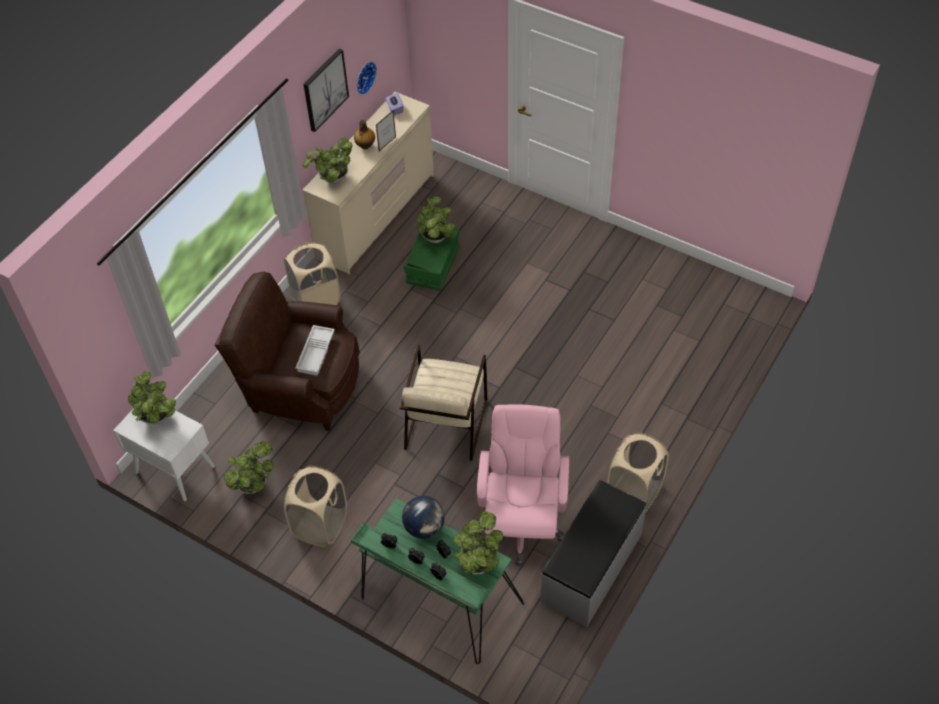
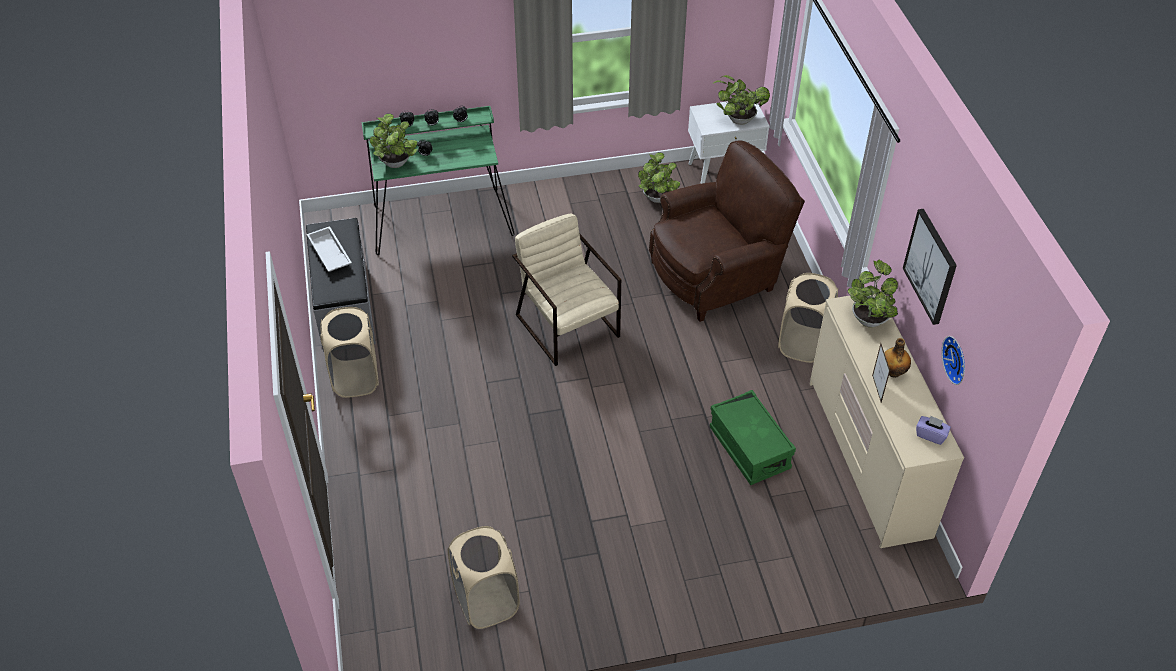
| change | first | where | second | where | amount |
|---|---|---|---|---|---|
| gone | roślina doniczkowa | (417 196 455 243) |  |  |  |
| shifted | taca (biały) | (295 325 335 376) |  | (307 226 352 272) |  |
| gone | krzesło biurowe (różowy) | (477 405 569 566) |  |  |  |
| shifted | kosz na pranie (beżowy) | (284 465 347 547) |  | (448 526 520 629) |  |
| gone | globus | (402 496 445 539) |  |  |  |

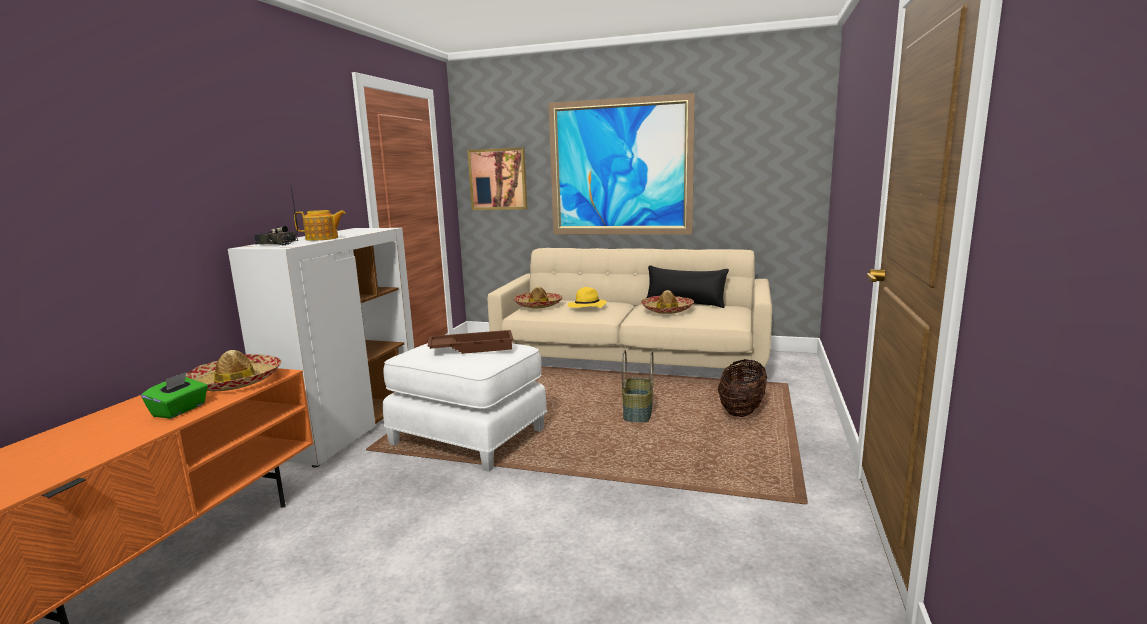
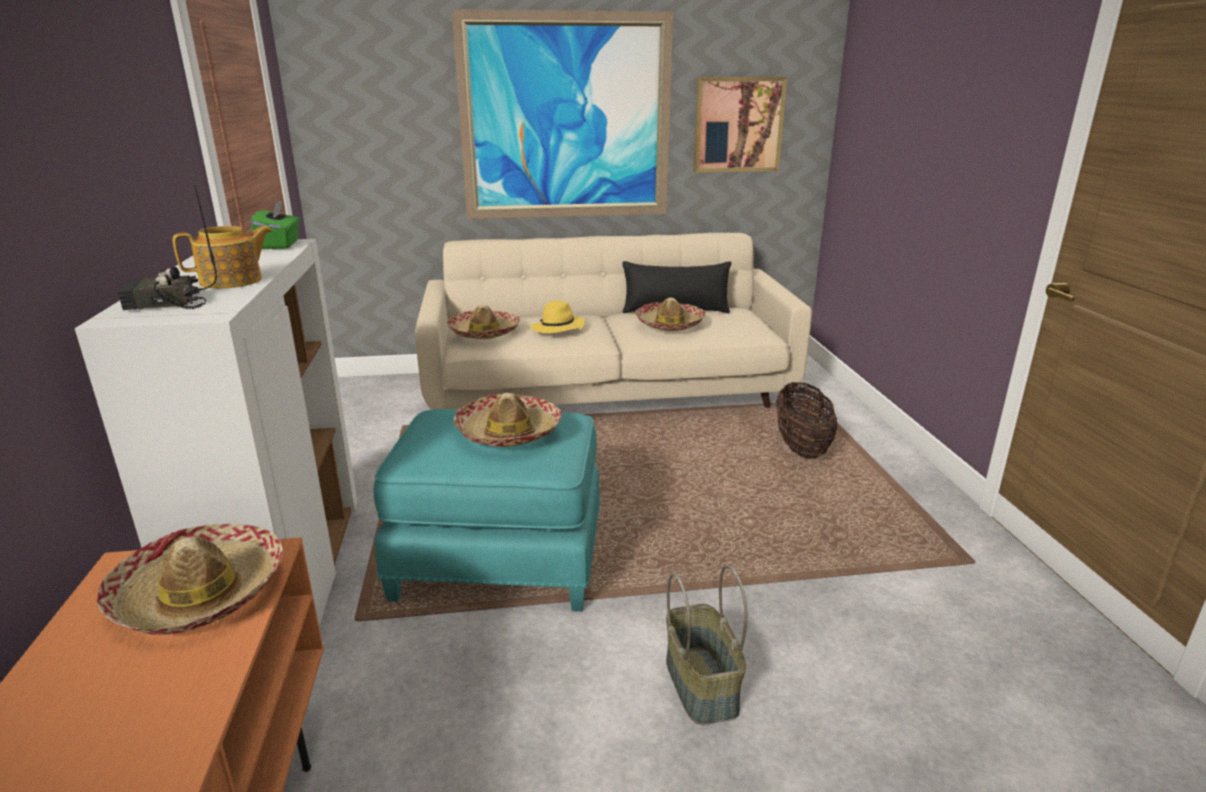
| change | first | where | second | where | amount |
|---|---|---|---|---|---|
| shifted | obraz | (468 148 527 210) |  | (693 77 787 173) |  |
| swapped | taca (brązowy) | (428 330 514 354) | kapelusz | (453 393 562 447) |  |
| repainted | pufa (biały) | (383 343 547 472) | pufa (turkusowy) | (373 409 601 612) |  |
| shifted | koszyk | (622 350 654 423) |  | (666 565 747 725) |  |
| shifted | pudełko chusteczek (zielony) | (141 372 208 419) |  | (251 200 300 249) |  |

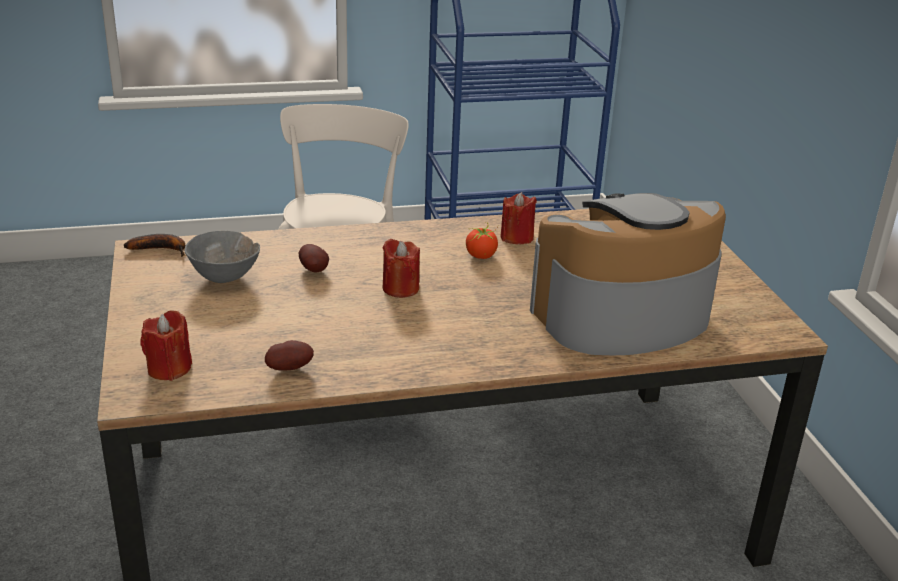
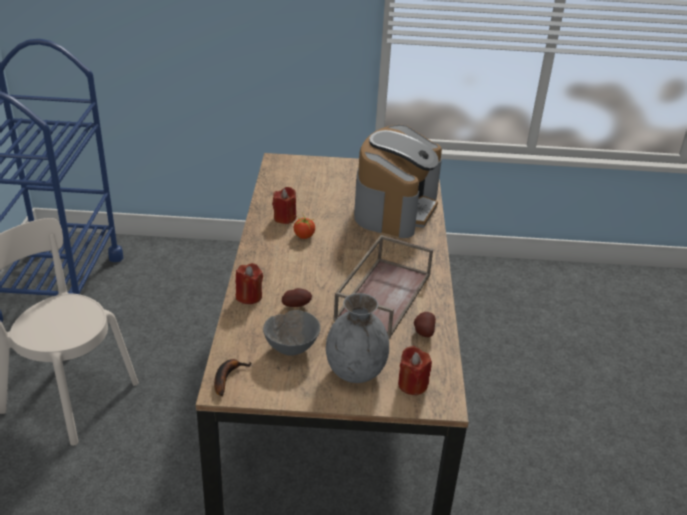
| change | first | where | second | where | amount |
|---|---|---|---|---|---|
| rotated | ekspres do kawy | (530 193 726 355) |  | (354 125 442 238) | 150 degrees counterclockwise |
| shifted | świeca (czerwony) | (383 239 420 298) |  | (236 263 263 304) |  |
| new |  |  | taca (brązowy) | (333 235 433 338) |  |
| new |  |  | wazon (szary) | (326 293 389 383) |  |

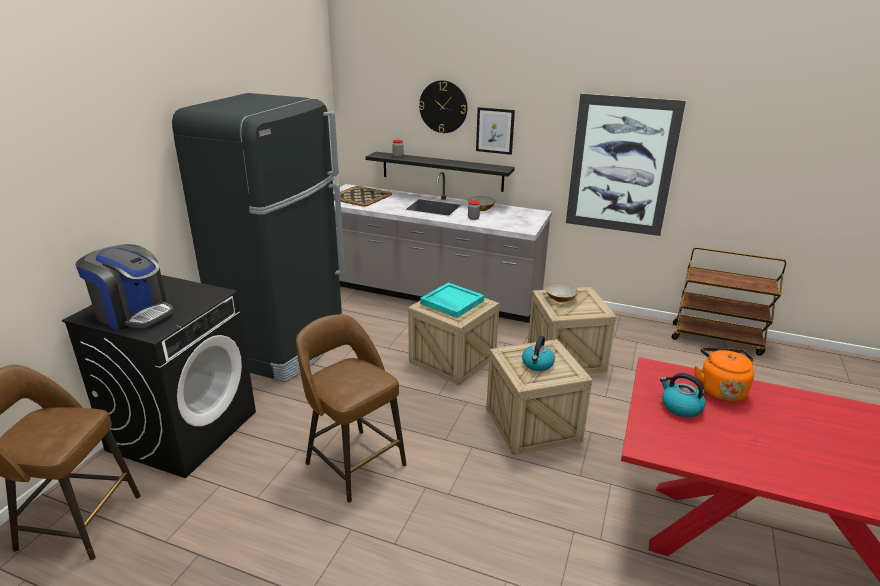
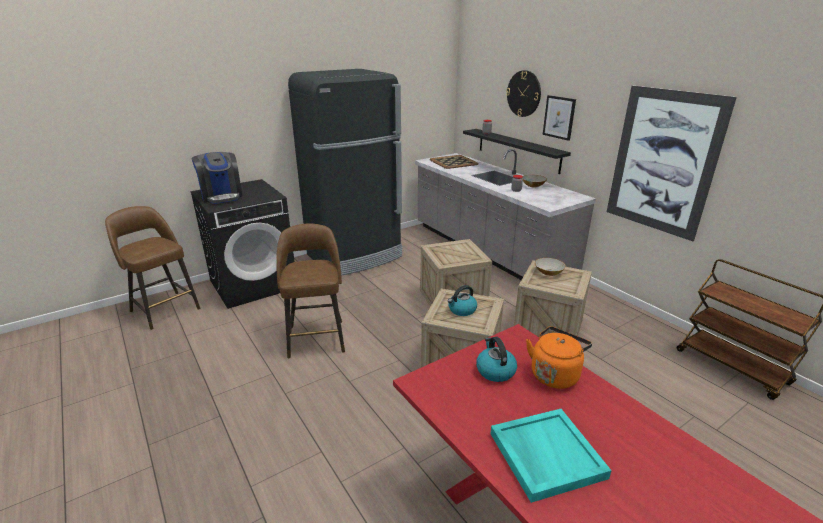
| change | first | where | second | where | amount |
|---|---|---|---|---|---|
| shifted | taca (turkusowy) | (420 283 484 318) |  | (490 409 612 503) |  |

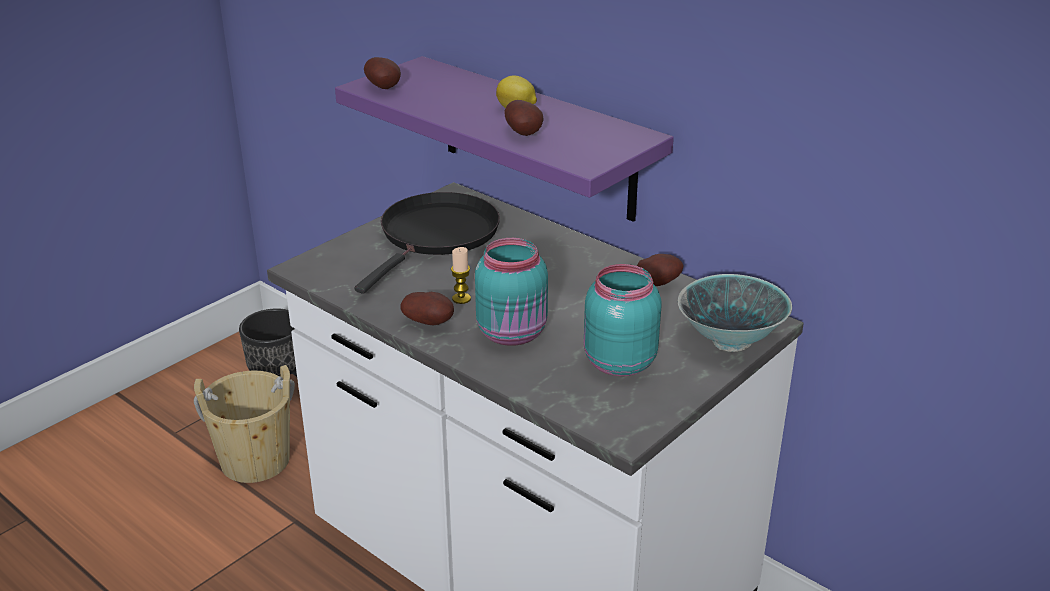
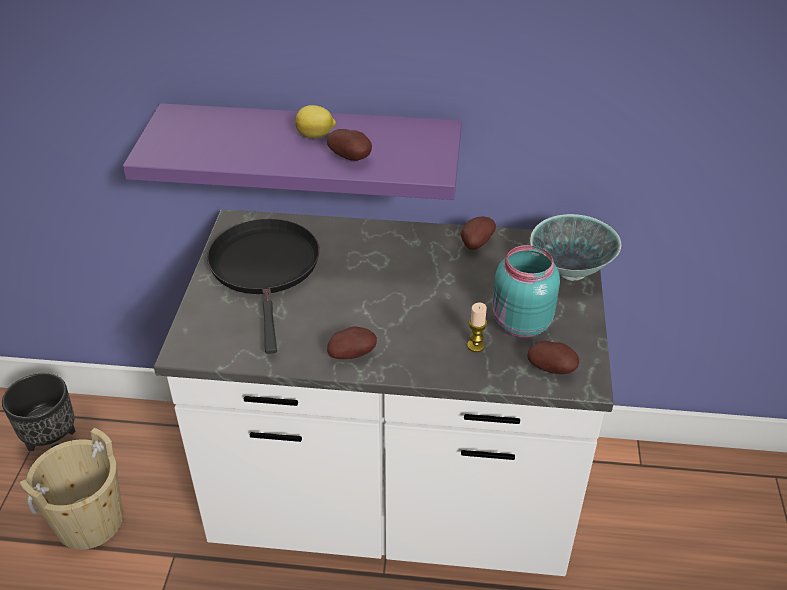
| change | first | where | second | where | amount |
|---|---|---|---|---|---|
| shifted | ziemniak | (364 57 401 89) |  | (527 341 579 374) |  |
| gone | słoik (turkusowy) | (475 238 548 346) |  |  |  |
| shifted | świeca | (451 247 471 304) |  | (467 303 487 352) |  |

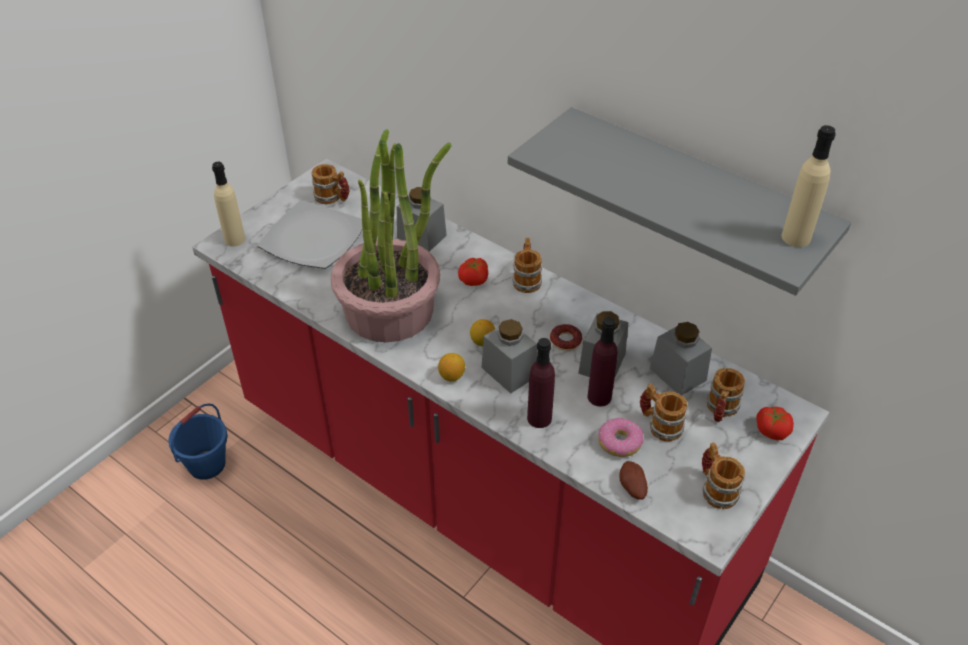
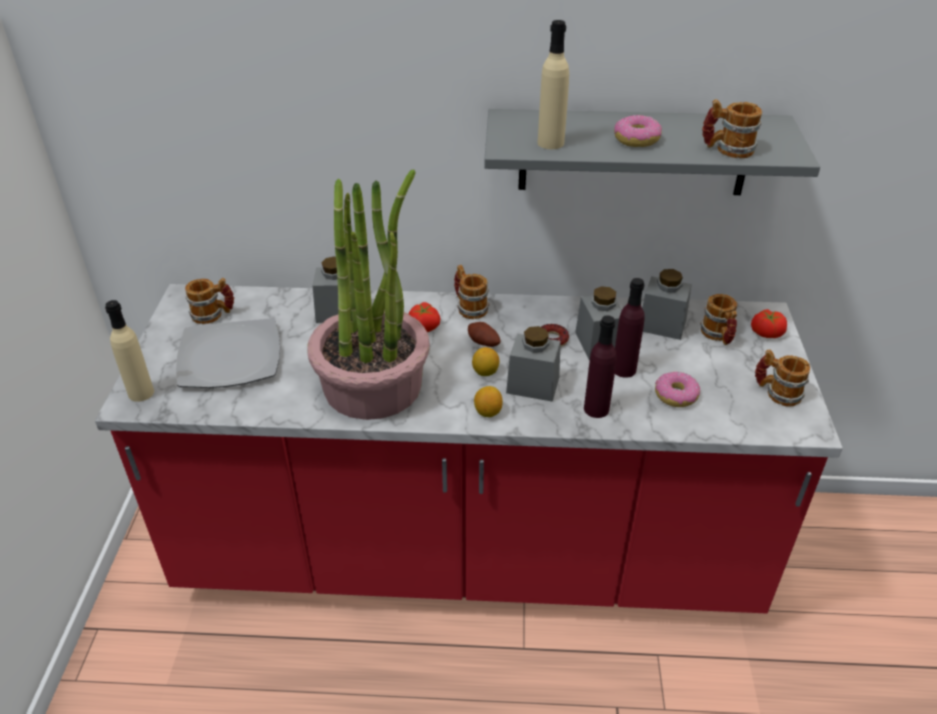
| change | first | where | second | where | amount |
|---|---|---|---|---|---|
| shifted | butelka (beżowy) | (782 125 836 247) |  | (537 20 569 149) |  |
| shifted | kubek | (640 383 688 442) |  | (702 99 762 158) |  |
| gone | wiadro (niebieski) | (168 404 228 480) |  |  |  |
| shifted | ziemniak | (620 461 648 500) |  | (468 322 500 347) |  |
| new |  |  | donut | (614 115 662 147) |  |

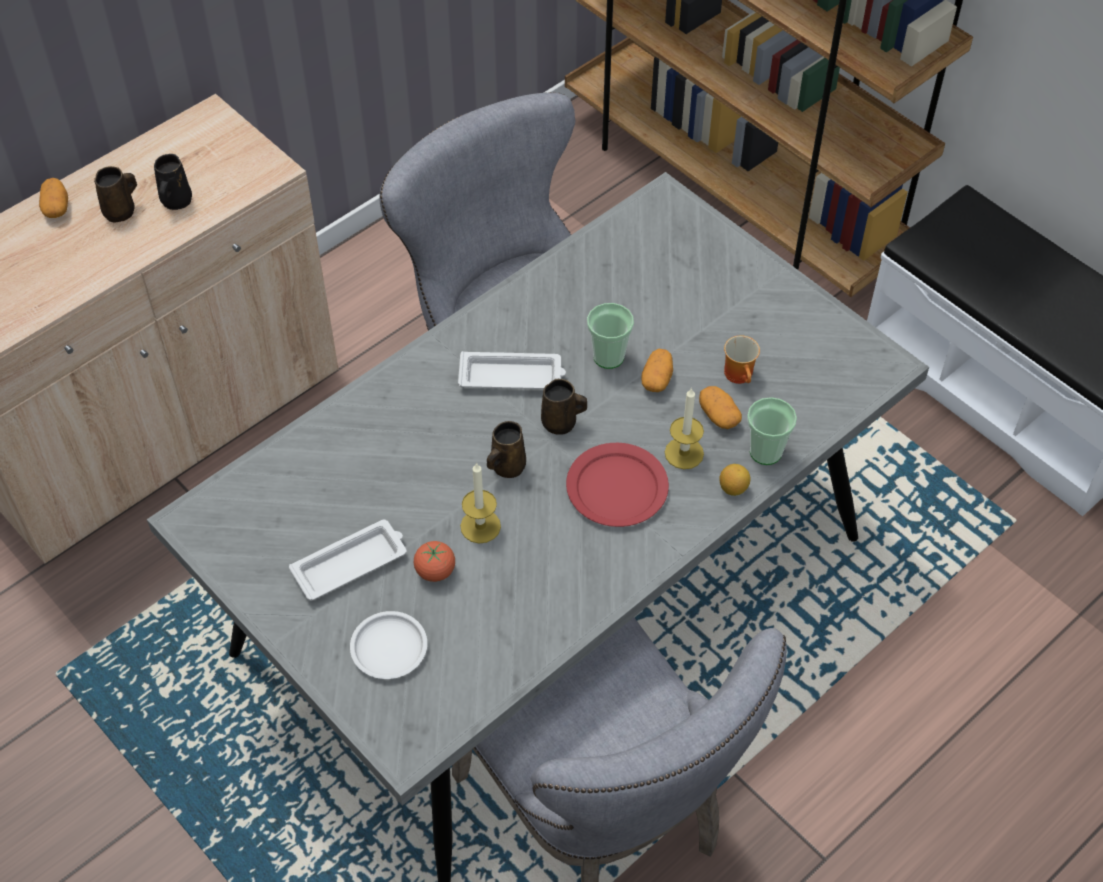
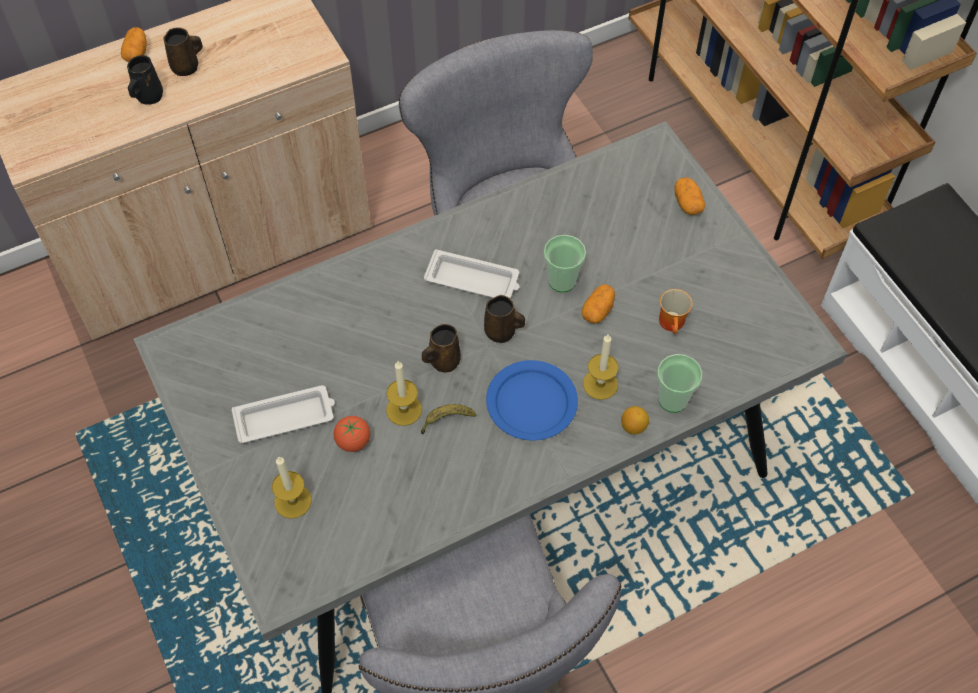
| change | first | where | second | where | amount |
|---|---|---|---|---|---|
| shifted | kubek (czarny) | (154 154 192 210) |  | (127 55 163 105) |  |
| shifted | ziemniak | (699 386 742 429) |  | (674 177 705 215) |  |
| repainted | talerz (czerwony) | (566 443 669 527) | talerz (niebieski) | (486 360 578 440) |  |
| swapped | talerz (biały) | (350 611 427 679) | świeca | (272 456 312 519) |  |
| new |  |  | banan | (421 404 476 434) |  |

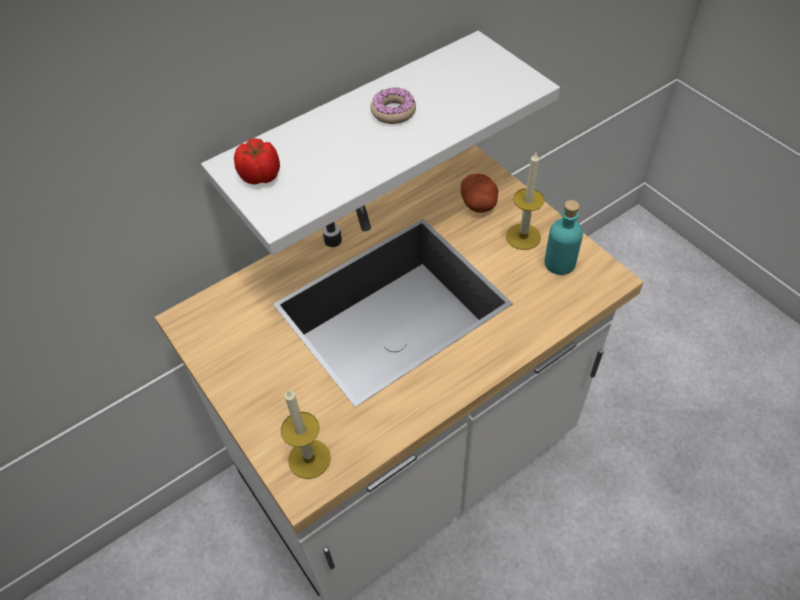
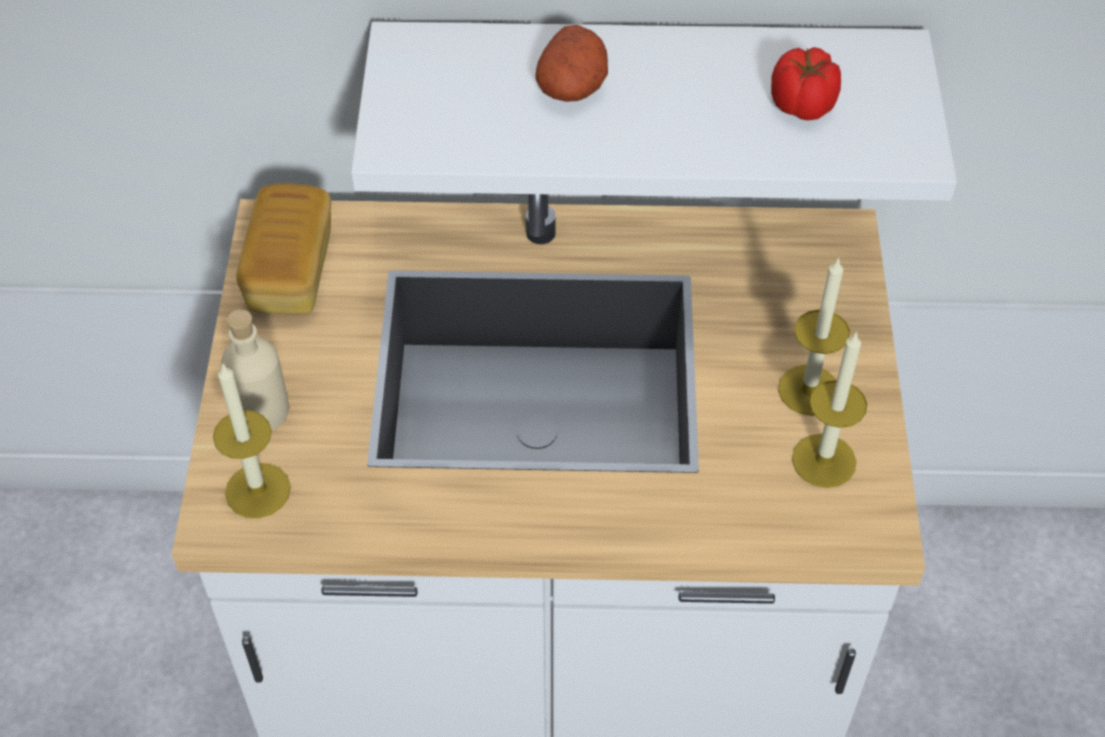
| change | first | where | second | where | amount |
|---|---|---|---|---|---|
| gone | donut | (371 87 416 124) |  |  |  |
| shifted | pomidor | (234 138 280 184) |  | (771 47 841 120) |  |
| shifted | ziemniak | (461 174 498 213) |  | (535 25 608 102) |  |
| swapped | butelka (turkusowy) | (544 200 583 275) | świeca | (792 331 867 488) |  |
| new |  |  | chleb | (236 183 331 315) |  |
| new |  |  | butelka (beżowy) | (221 309 289 430) |  |

